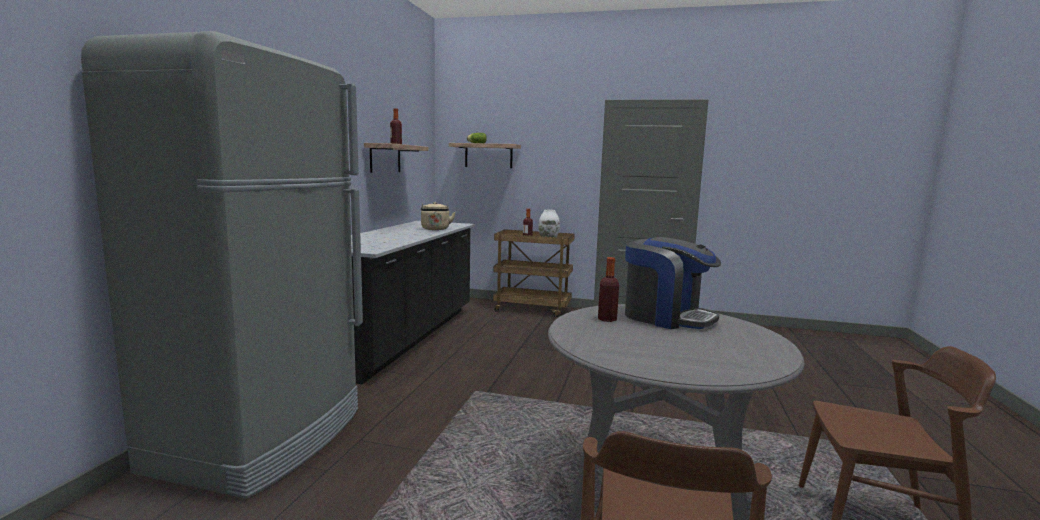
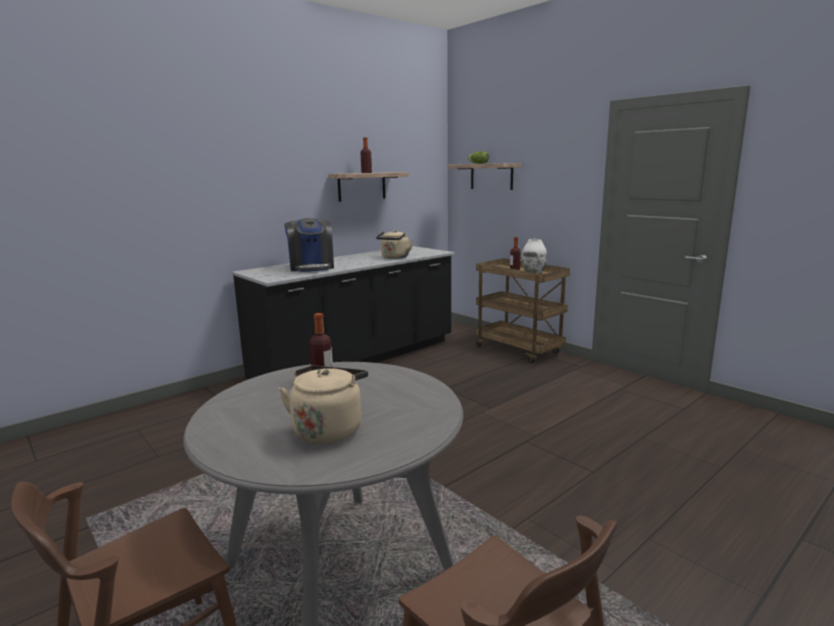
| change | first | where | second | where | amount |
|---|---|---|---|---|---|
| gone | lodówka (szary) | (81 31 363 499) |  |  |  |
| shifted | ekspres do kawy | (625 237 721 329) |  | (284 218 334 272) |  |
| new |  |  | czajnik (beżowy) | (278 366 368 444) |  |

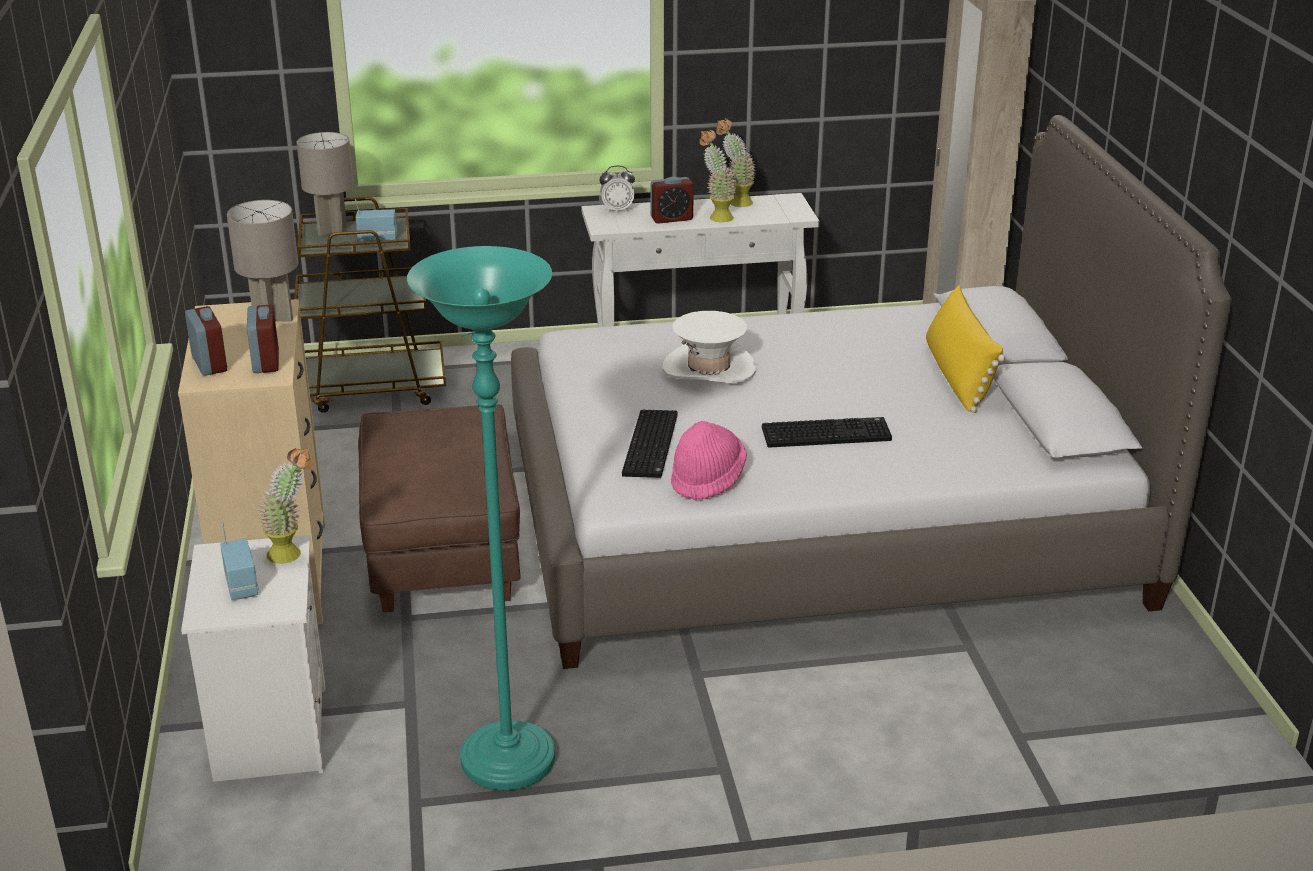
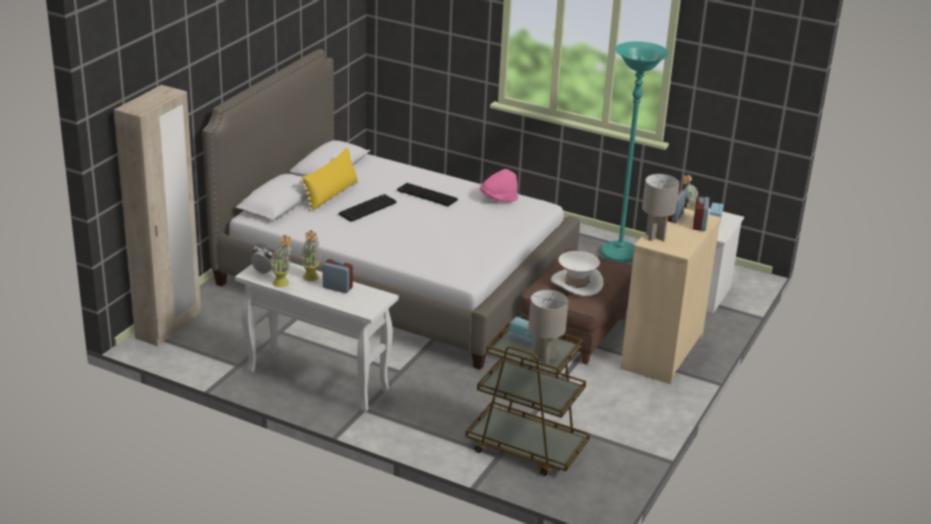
| change | first | where | second | where | amount |
|---|---|---|---|---|---|
| shifted | budzik | (600 165 635 213) |  | (251 243 274 274) |  |
| shifted | kapelusz (biały) | (662 311 756 383) |  | (551 251 604 296) |  |
| shifted | klawiatura | (622 410 678 478) |  | (339 194 397 222) |  |

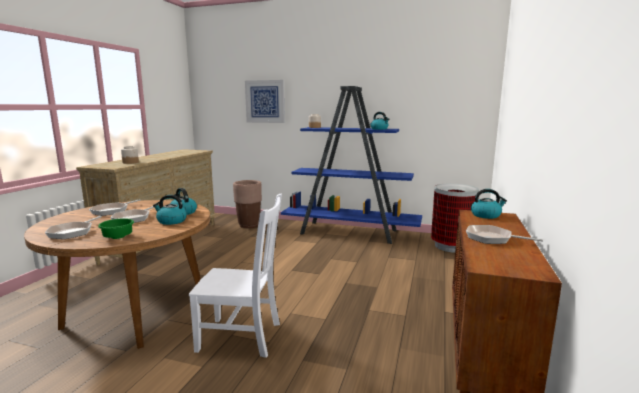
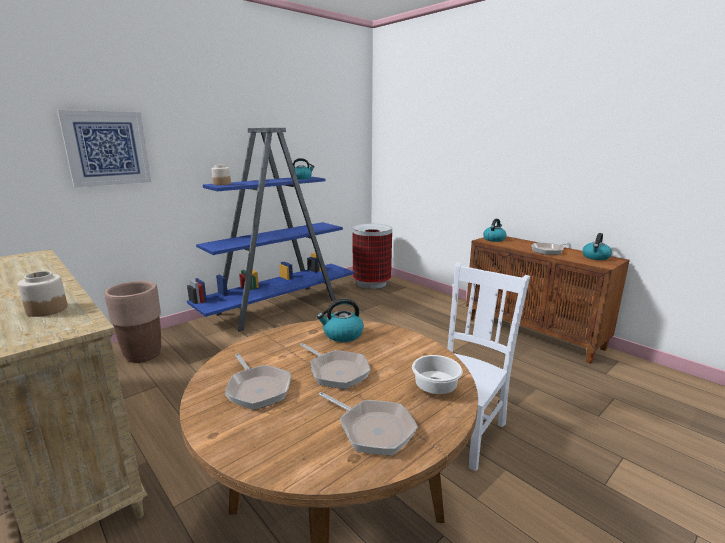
| change | first | where | second | where | amount |
|---|---|---|---|---|---|
| shifted | czajnik | (153 195 187 225) |  | (582 233 612 260) |  |
| repainted | miska (zielony) | (98 218 134 239) | miska (biały) | (412 355 463 394) |  |

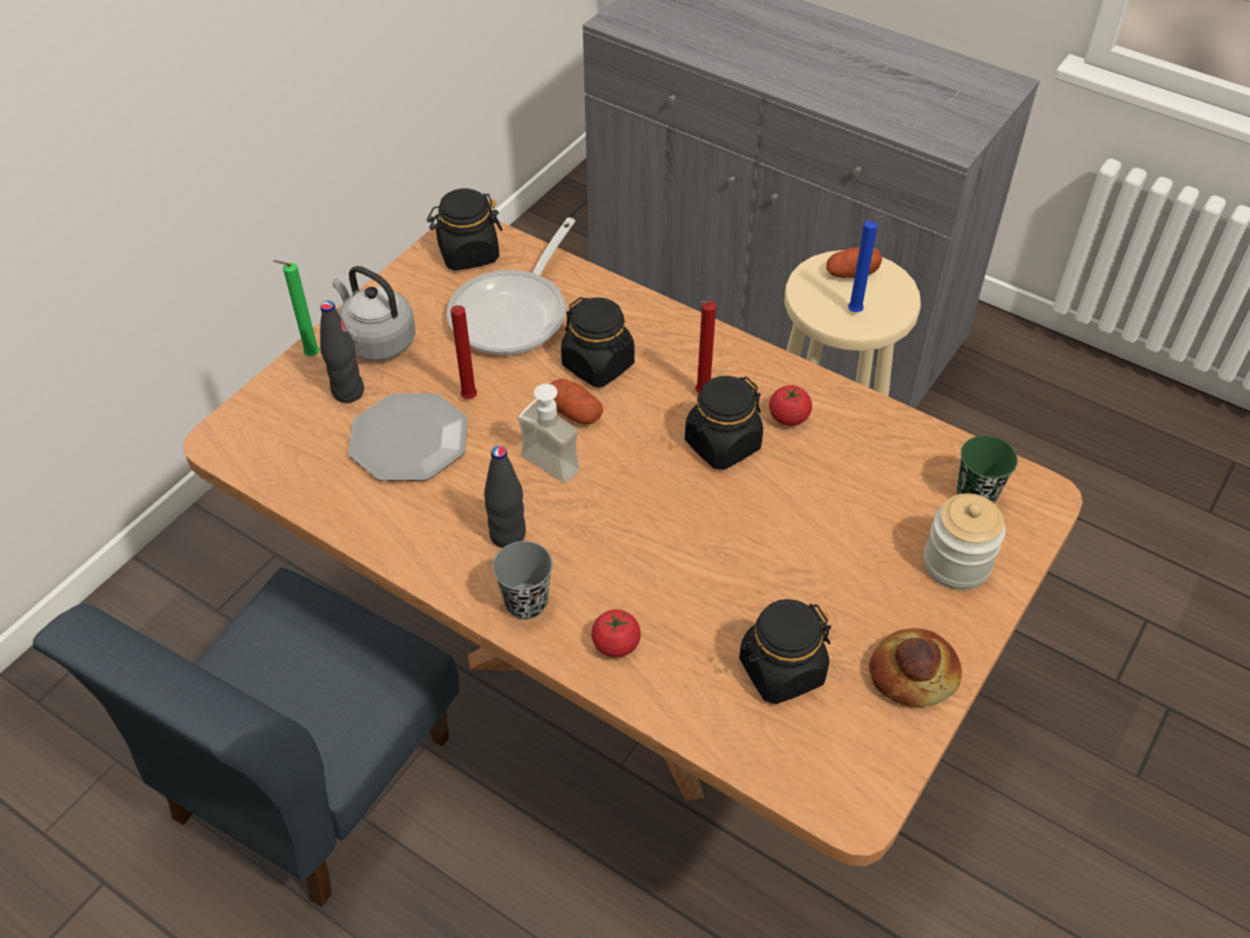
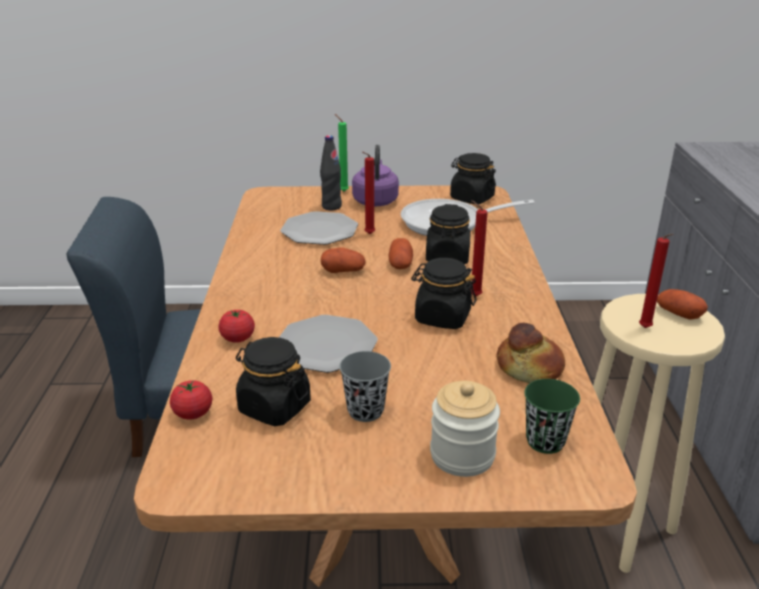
| change | first | where | second | where | amount |
|---|---|---|---|---|---|
| repainted | świeca (niebieski) | (848 216 887 312) | świeca (czerwony) | (639 234 673 328) |  |
| repainted | czajnik (szary) | (332 266 416 361) | czajnik (fioletowy) | (352 145 399 207) |  |
| swapped | dozownik mydła | (518 384 580 483) | ziemniak | (321 247 366 273) |  |
| shifted | pomidor | (769 385 812 426) |  | (170 380 212 419) |  |
| gone | butelka (czarny) | (484 446 526 548) |  |  |  |
| shifted | filiżanka (szary) | (492 541 553 619) |  | (339 351 391 422) |  |
| shifted | chleb | (869 628 962 707) |  | (496 322 565 383) |  |
| new |  |  | talerz | (279 315 378 373) |  |

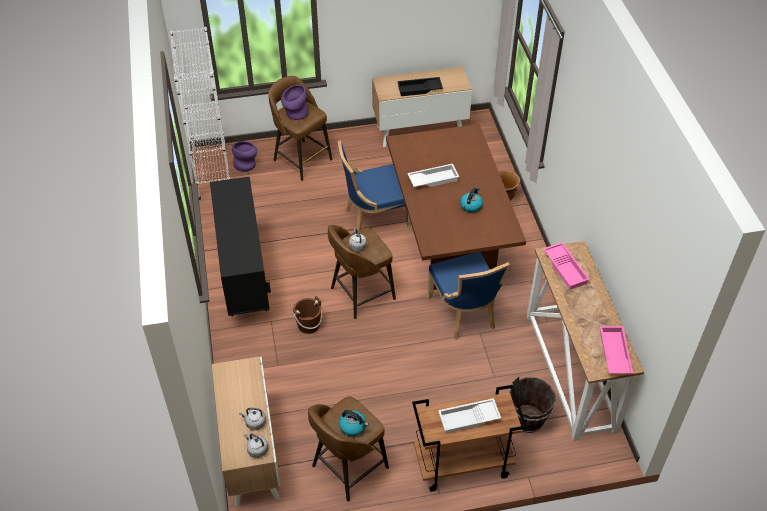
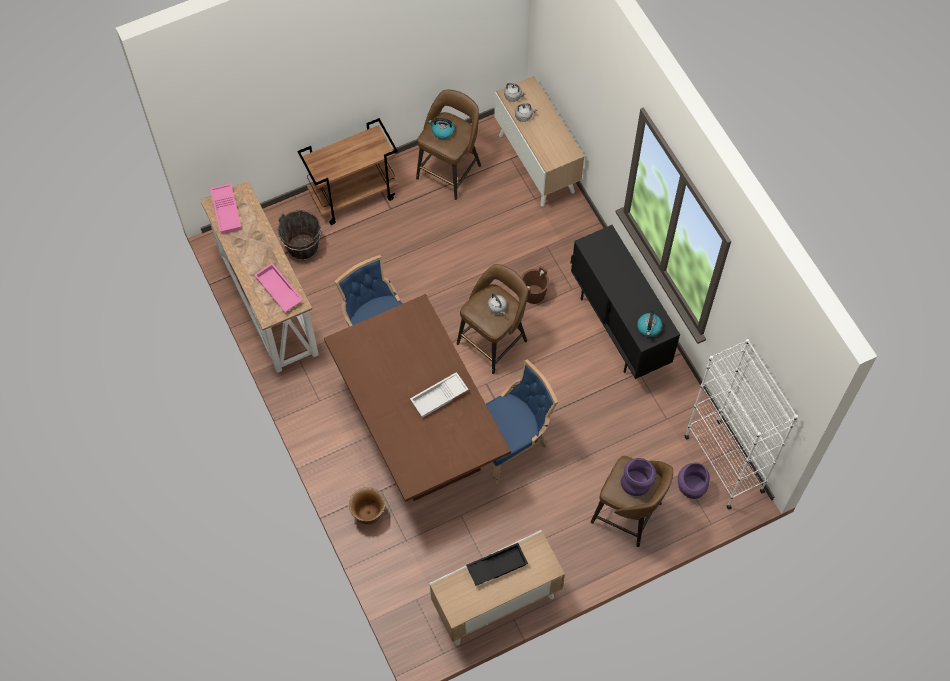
| change | first | where | second | where | amount |
|---|---|---|---|---|---|
| shifted | czajnik | (460 187 483 212) |  | (637 311 662 337) |  |
| gone | taca (biały) | (438 398 501 434) |  |  |  |

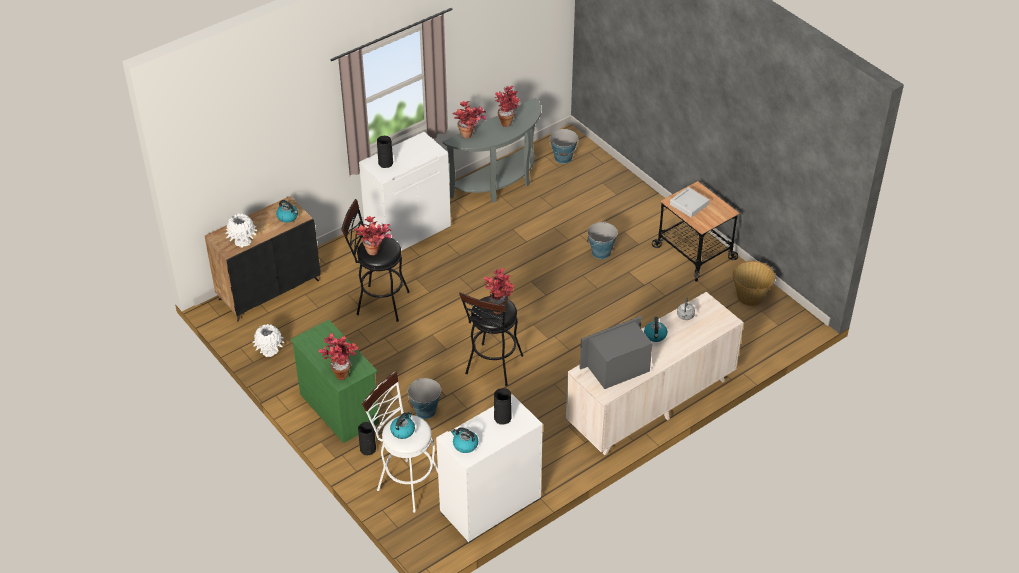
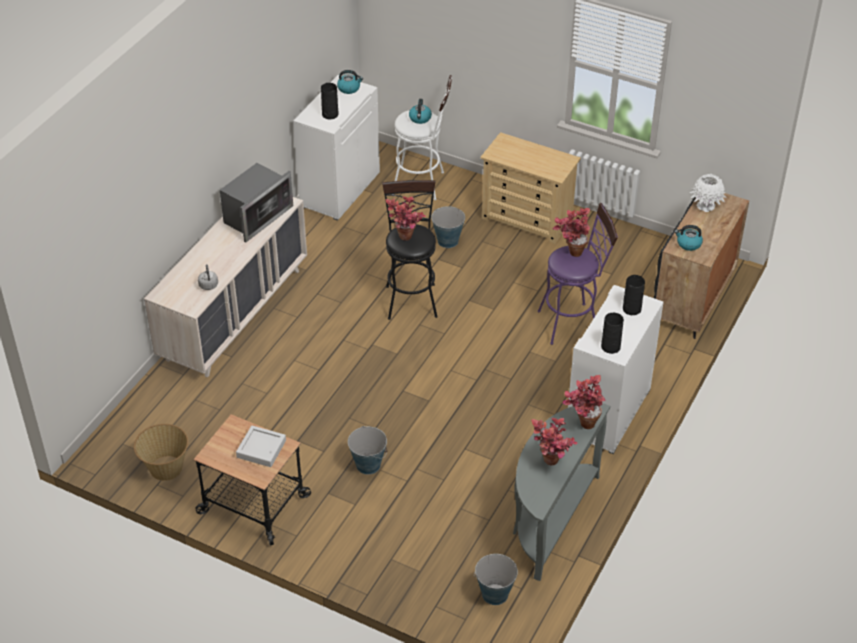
| change | first | where | second | where | amount |
|---|---|---|---|---|---|
| repainted | stołek (czarny) | (341 199 410 322) | stołek (fioletowy) | (538 203 618 345) |  |
| gone | czajnik | (644 317 667 342) |  |  |  |
| repainted | komoda (zielony) | (290 320 379 443) | komoda (beżowy) | (480 132 581 243) |  |
| gone | wazon (biały) | (253 324 285 357) |  |  |  |
| gone | roślina doniczkowa | (319 333 358 380) |  |  |  |
| shifted | wazon (czarny) | (358 422 376 455) |  | (601 313 624 354) |  |

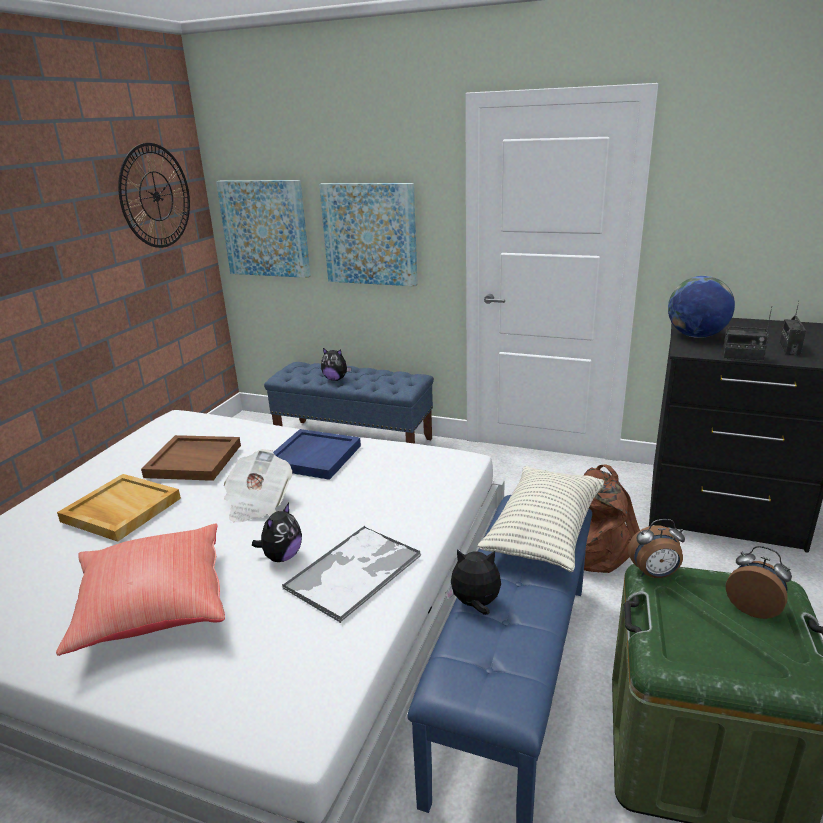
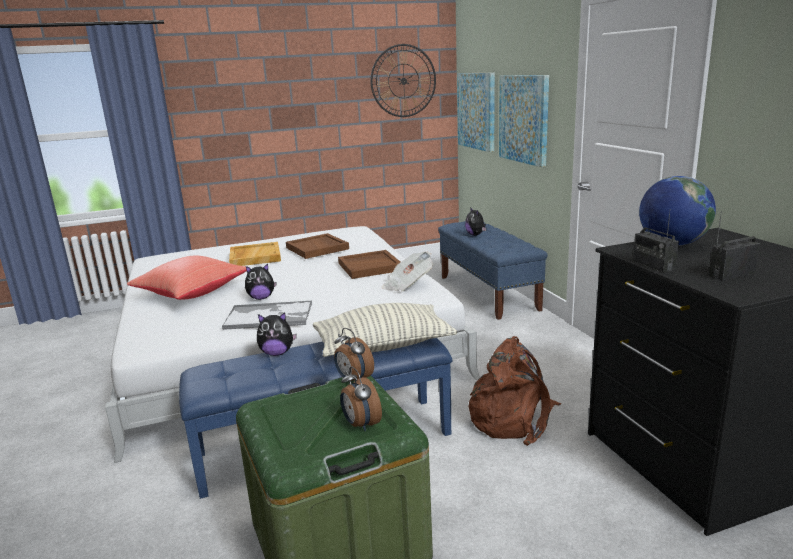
| change | first | where | second | where | amount |
|---|---|---|---|---|---|
| repainted | taca (niebieski) | (274 429 361 480) | taca (brązowy) | (338 250 400 279) |  |
| shifted | gazeta | (224 449 292 522) |  | (382 251 434 291) |  |
| rotated | budzik | (726 546 792 619) |  | (340 367 382 431) | 150 degrees clockwise |
| rotated | pluszak | (446 549 501 615) |  | (257 312 297 356) | 120 degrees clockwise |

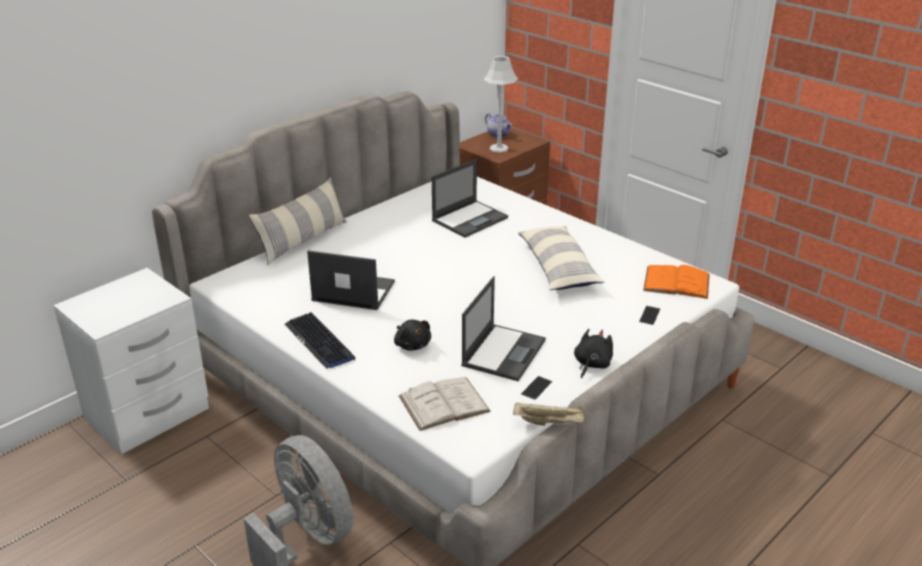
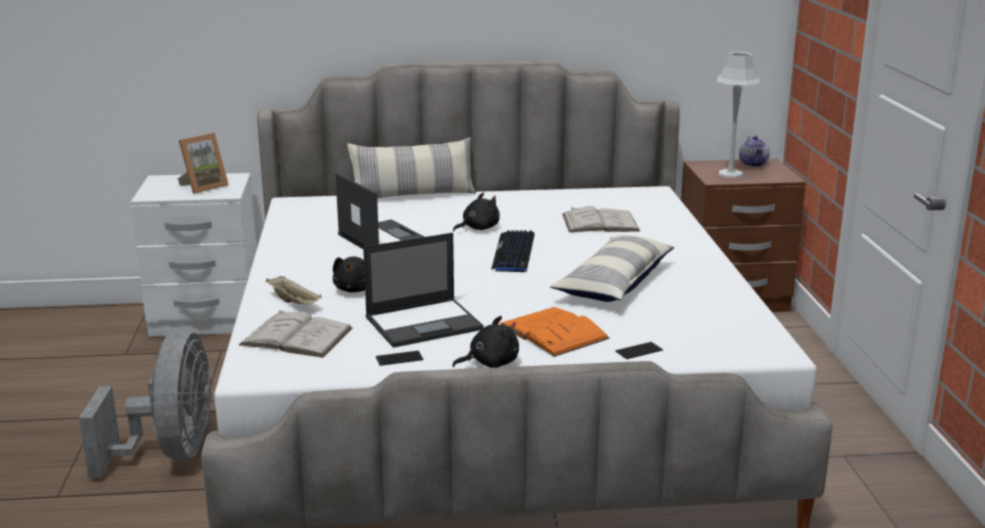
| change | first | where | second | where | amount |
|---|---|---|---|---|---|
| swapped | laptop | (432 159 508 237) | książka (biały) | (562 206 640 232) |  |
| shifted | książka (pomarańczowy) | (643 265 710 299) |  | (500 307 610 357) |  |
| shifted | klawiatura | (284 312 355 369) |  | (491 230 534 273) |  |
| shifted | taca (beżowy) | (513 402 584 426) |  | (266 276 322 304) |  |
| new |  |  | ramka na zdjęcie | (178 133 229 194) |  |
| new |  |  | pluszak (czarny) | (453 193 500 231) |  |

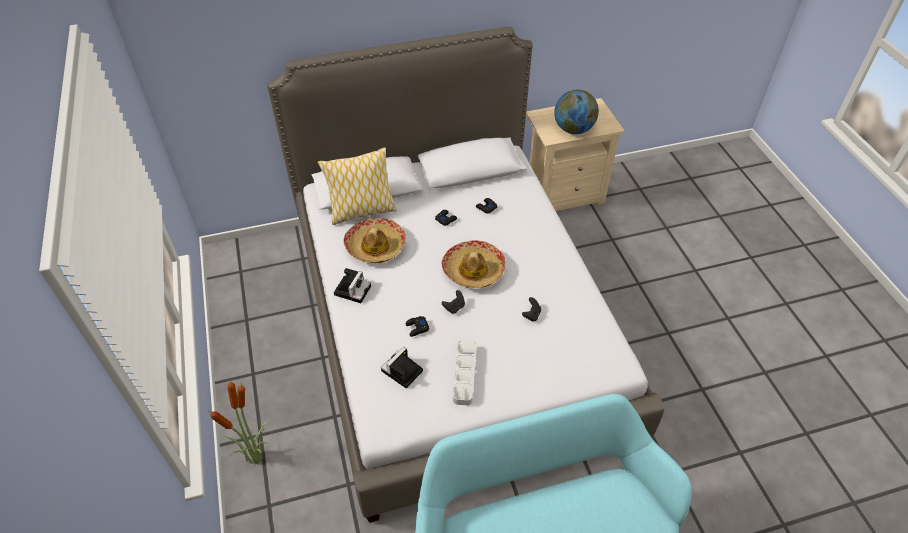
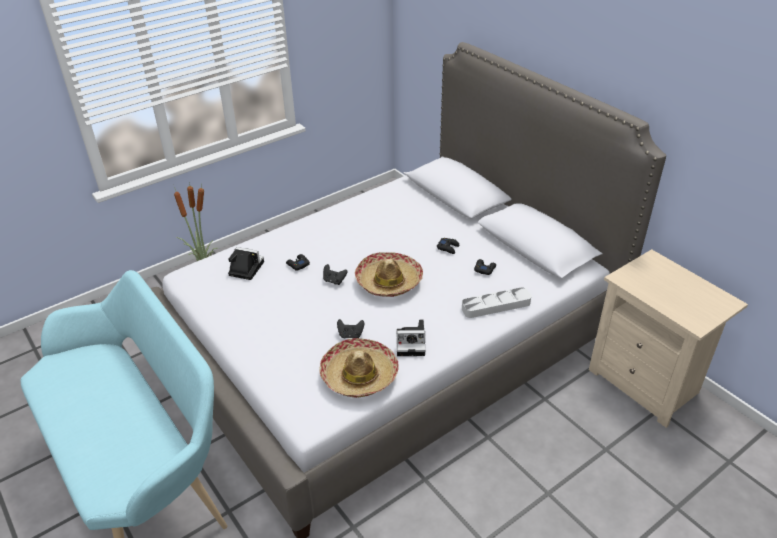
| change | first | where | second | where | amount |
|---|---|---|---|---|---|
| gone | globus | (554 89 599 134) |  |  |  |
| gone | poduszka | (318 147 397 225) |  |  |  |
| shifted | kapelusz | (344 218 406 263) |  | (320 338 399 398) |  |
| shifted | aparat fotograficzny | (334 268 371 303) |  | (397 319 425 356) |  |
| shifted | taca (szary) | (453 340 477 405) |  | (462 287 531 318) |  |

